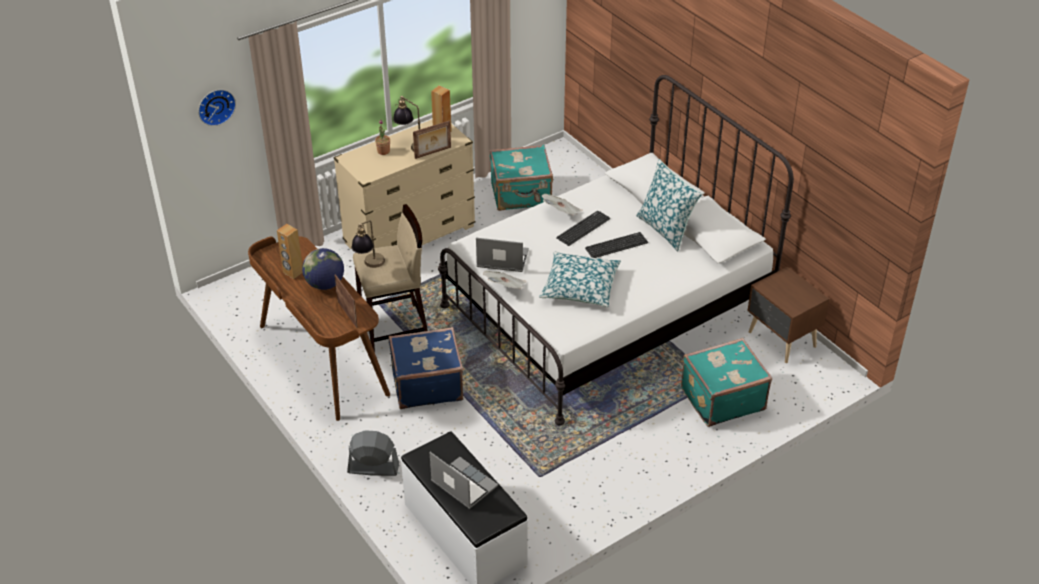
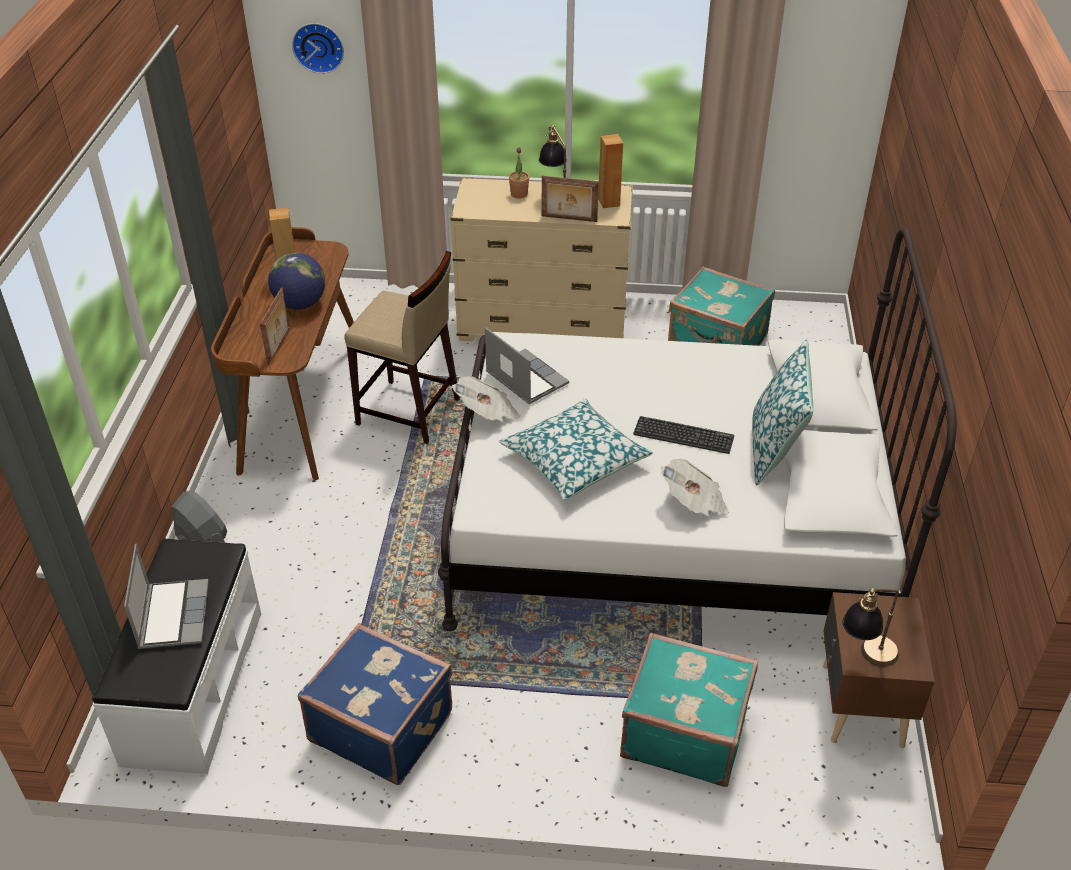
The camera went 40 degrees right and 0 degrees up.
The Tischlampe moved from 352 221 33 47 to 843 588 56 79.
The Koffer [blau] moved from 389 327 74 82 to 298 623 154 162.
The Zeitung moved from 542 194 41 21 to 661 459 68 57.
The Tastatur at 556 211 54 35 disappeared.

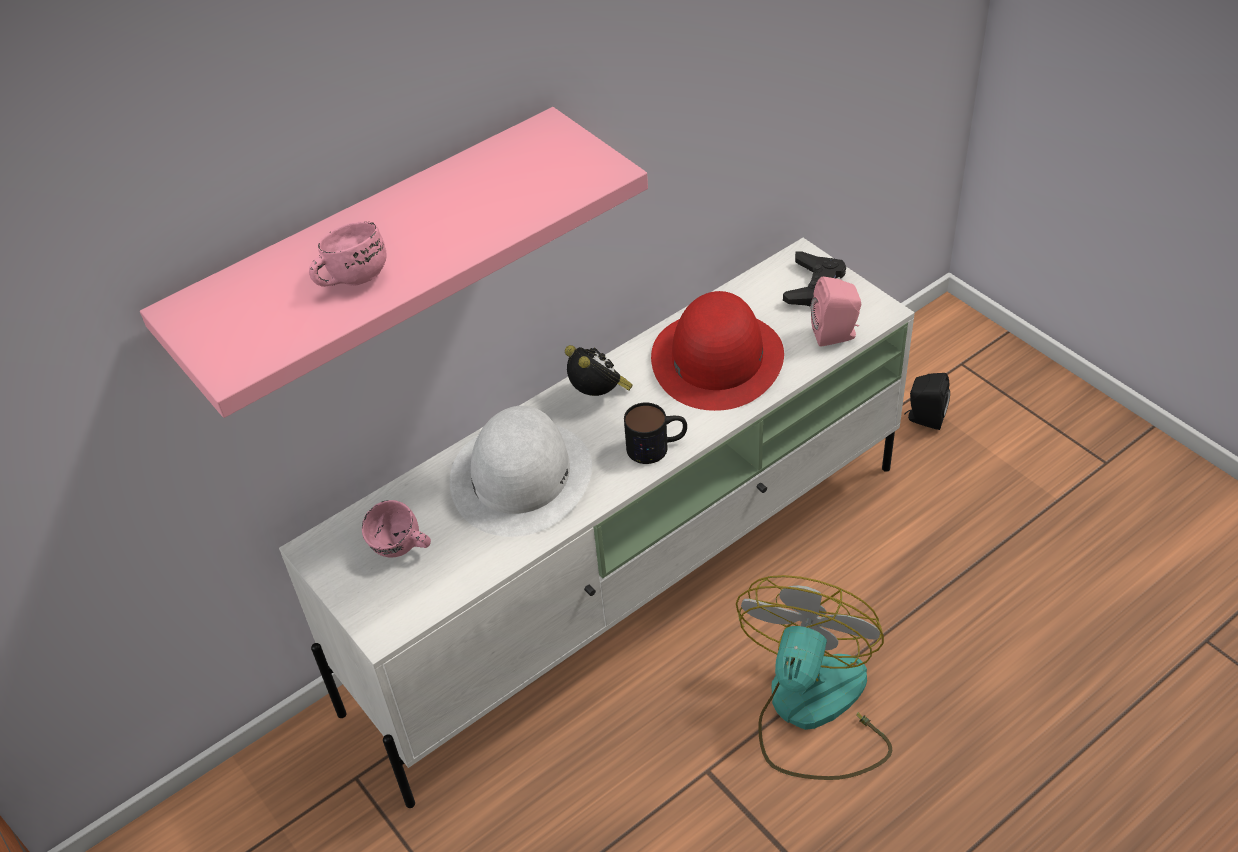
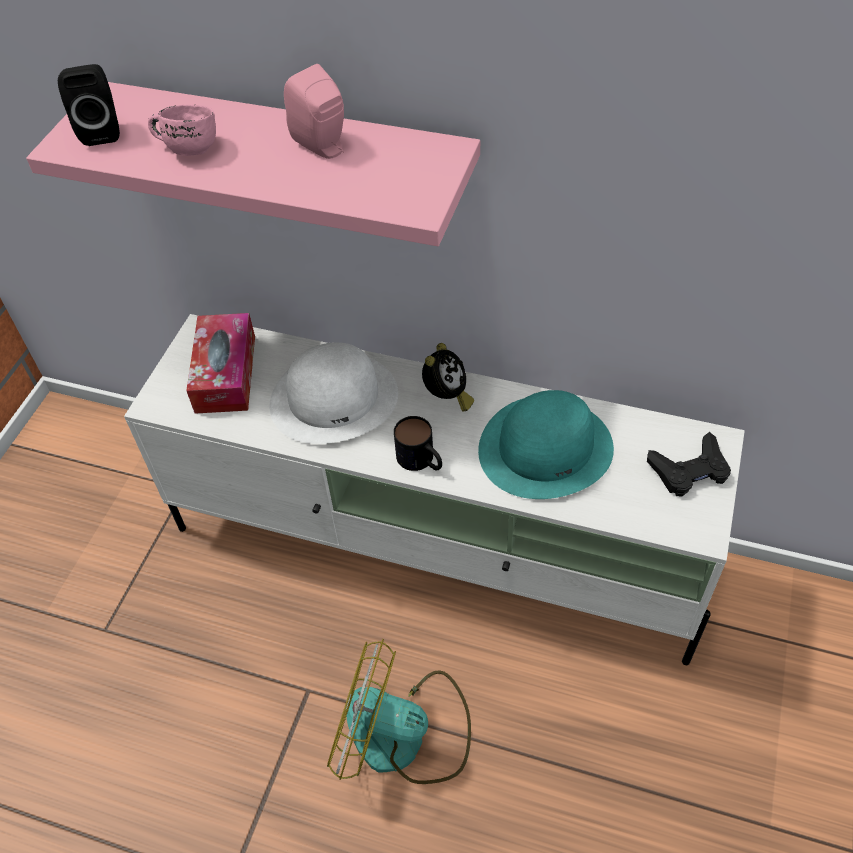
The camera went 55 degrees right and 5 degrees up.
The Henkelbecher [rosa] at 362 500 69 58 was replaced by the Taschentuchbox at 186 313 69 101.
The Hut [rot] at 651 291 133 120 became the Hut [türkis] at 478 390 136 109.
The Ventilator at 736 575 157 205 turned 150 degrees counterclockwise.
The Lautsprecher [rosa] moved from 811 277 51 69 to 284 64 60 95.
The Lautsprecher [schwarz] moved from 904 373 46 57 to 58 64 62 82.

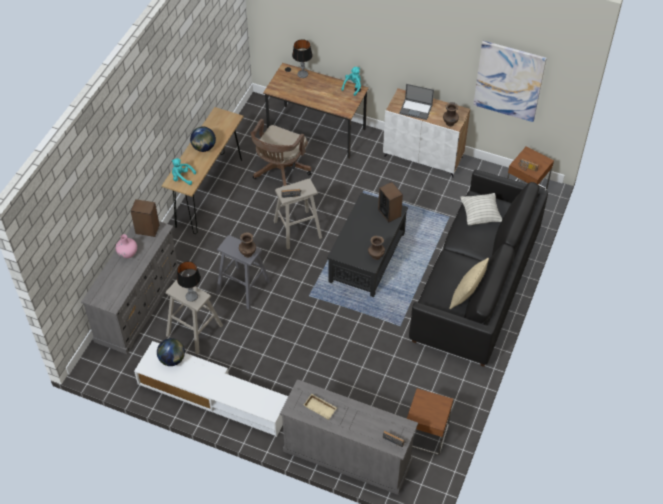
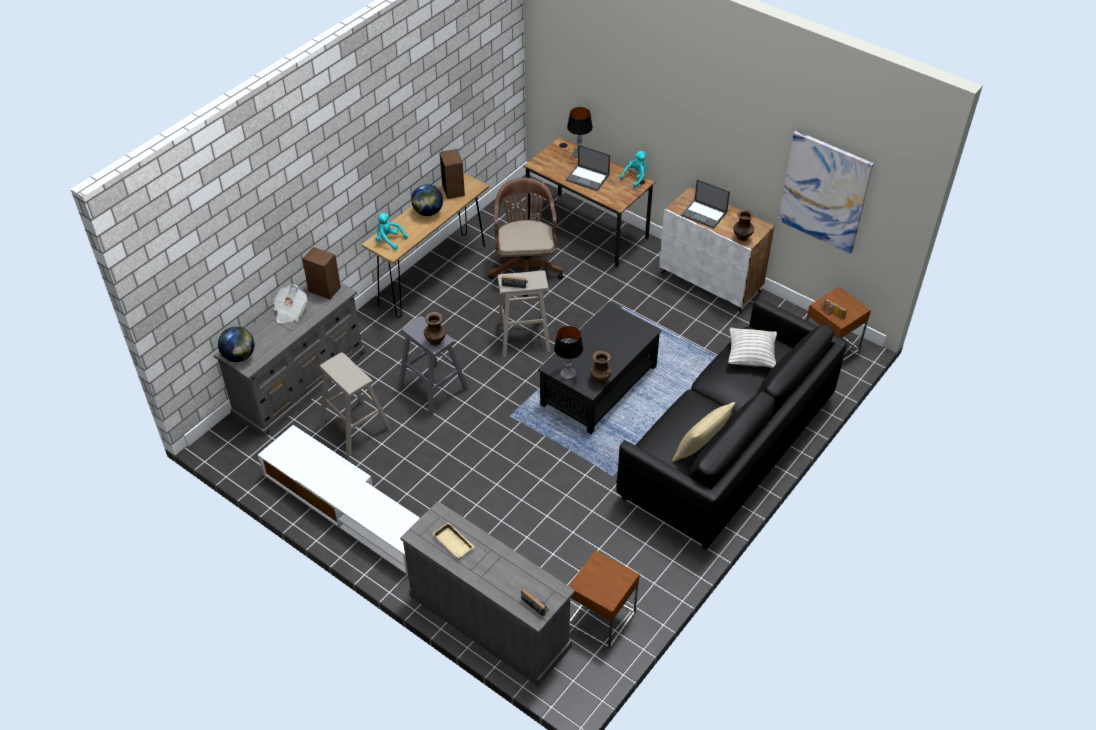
The camera went 15 degrees right and 5 degrees down.
The Vase [rosa] at 115 234 22 24 was replaced by the Zeitung at 274 284 33 39.
The Globus moved from 157 338 28 28 to 218 327 36 35.
The Tischlampe moved from 177 261 24 41 to 554 326 29 54.
The Bürostuhl [braun] at 251 119 60 67 turned 135 degrees clockwise.
The Lautsprecher moved from 378 182 25 41 to 439 149 26 50.
The Laptop at 566 145 44 46 appeared.

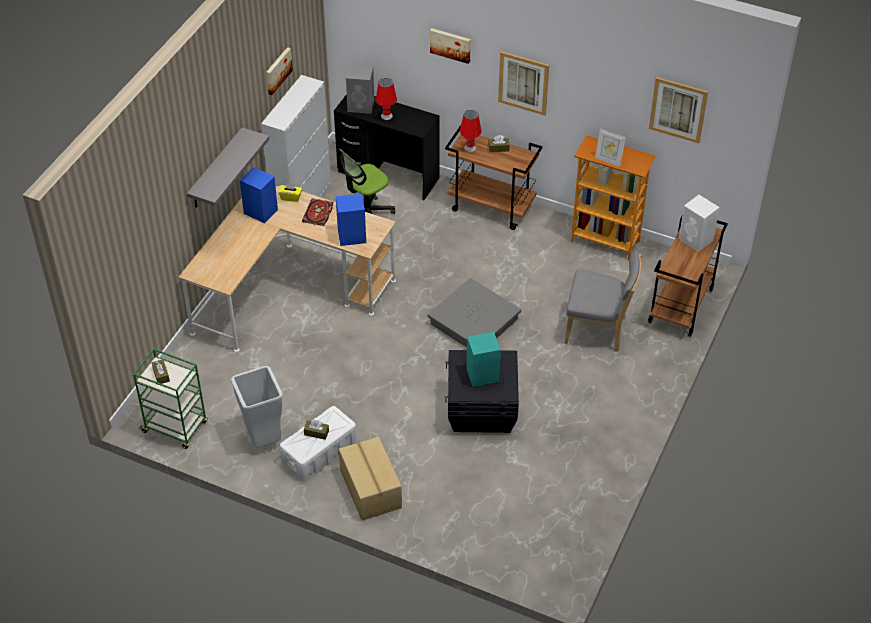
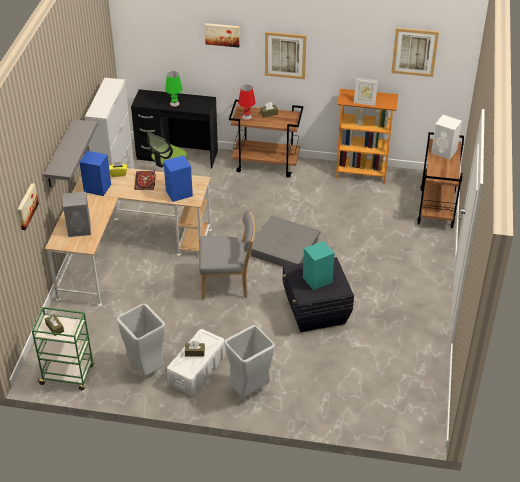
The camera went 15 degrees left and 5 degrees down.
The Bild moved from 266 47 27 48 to 17 183 22 47.
The Karton at 339 437 63 84 was replaced by the Mülleimer [grau] at 224 325 51 72.
The Lautsprecher [grau] moved from 346 65 28 49 to 63 192 28 45.
The Tischlampe [rot] at 376 78 21 42 became the Tischlampe [grün] at 165 71 18 36.
The Stuhl [grau] moved from 564 250 78 102 to 199 209 56 91.

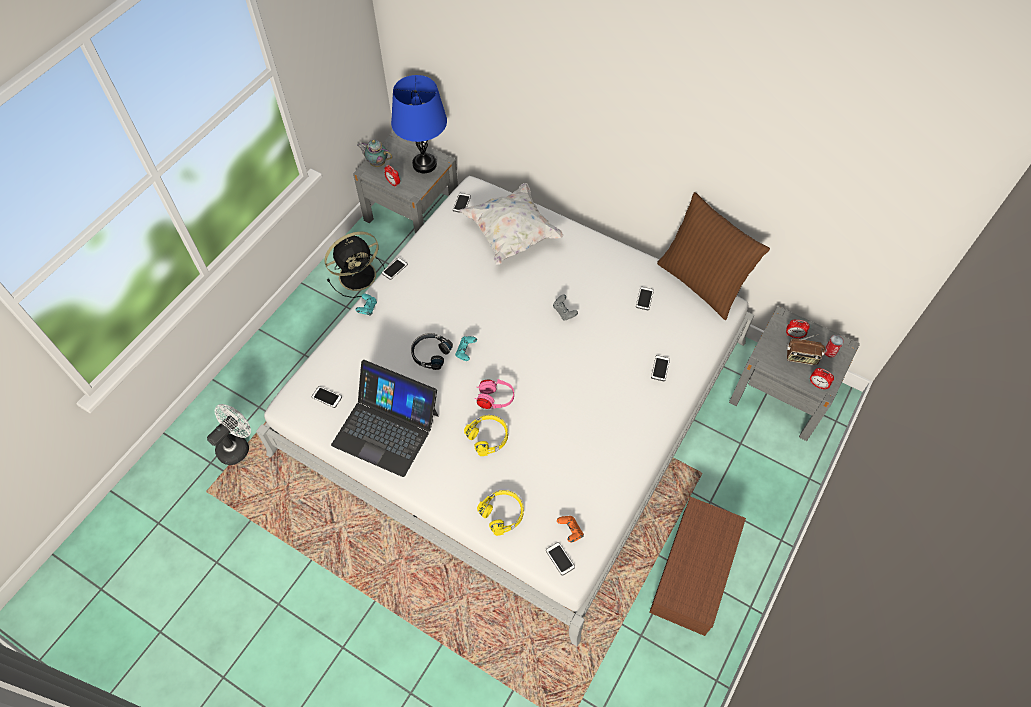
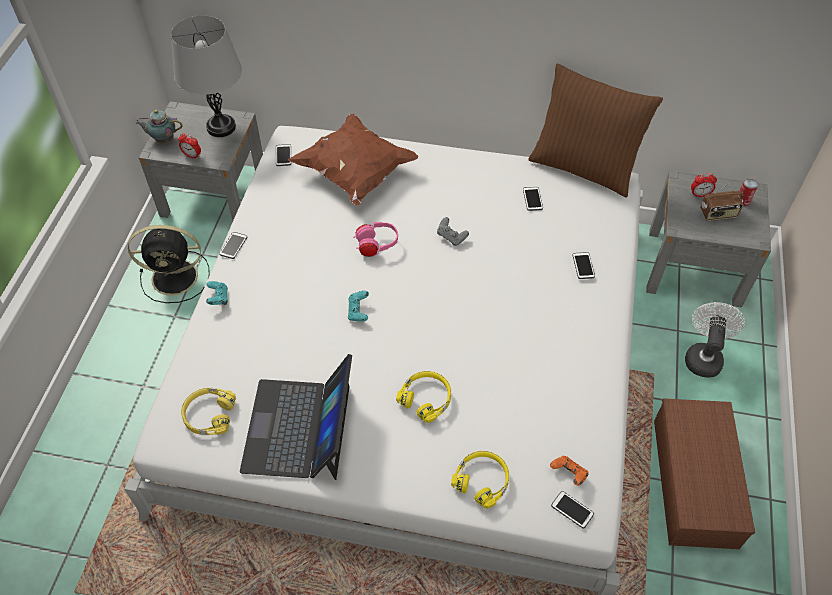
The camera went 20 degrees left and 5 degrees down.
The Ventilator [weiß] moved from 207 404 44 61 to 685 302 60 76.
The Handy at 311 386 31 22 was replaced by the Kopfhörer [gelb] at 181 388 55 47.
The Ventilator [schwarz] at 325 232 60 66 turned 45 degrees clockwise.
The Laptop at 331 360 107 117 turned 90 degrees clockwise.
The Tischlampe [blau] at 391 75 56 98 became the Tischlampe [grau] at 171 15 71 122.
The Kopfhörer [schwarz] at 411 333 42 37 disappeared.
The Kissen [weiß] at 459 183 104 82 became the Kissen [braun] at 288 113 130 93.
The Kopfhörer [rosa] moved from 475 379 39 30 to 353 222 45 35.
The Wecker at 810 368 24 22 disappeared.

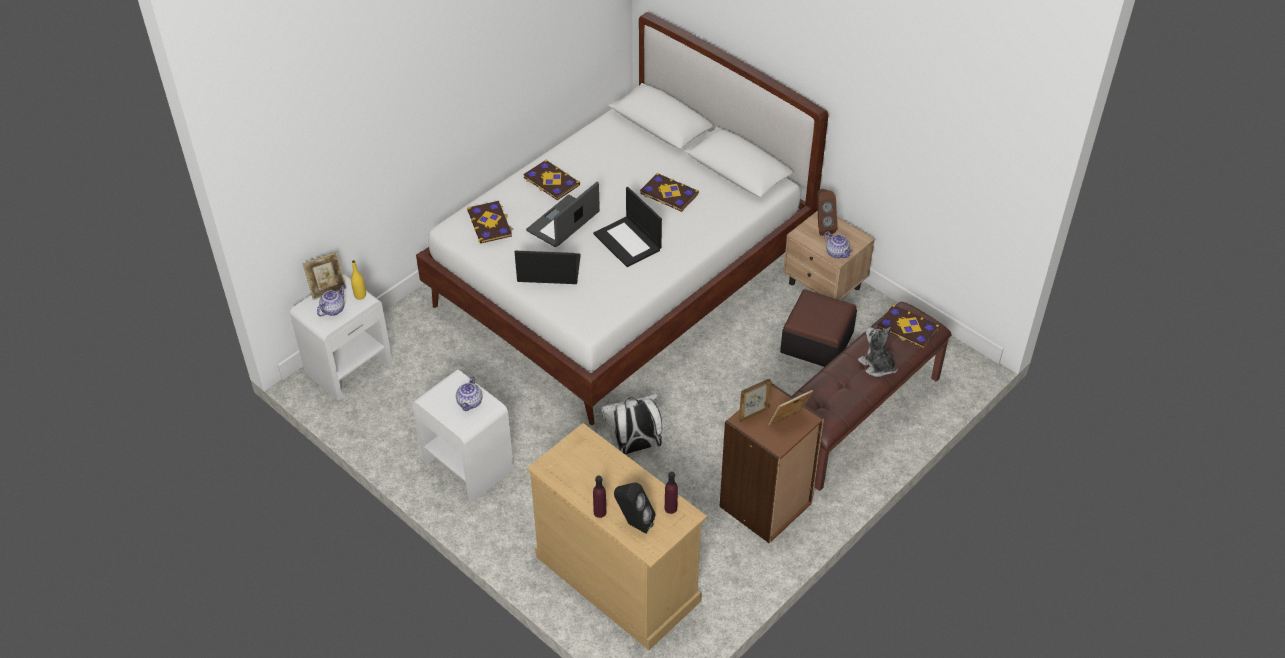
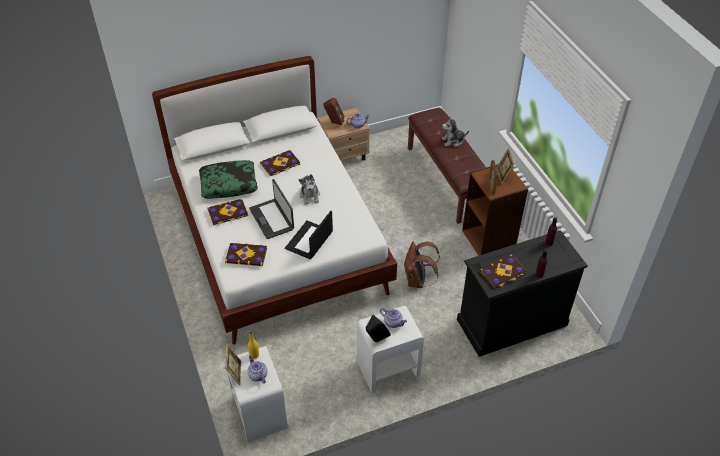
The camera went 65 degrees left and 0 degrees up.
The Kommode [beige] at 527 423 181 227 became the Kommode [schwarz] at 457 230 131 127.
The Laptop at 593 187 69 80 was replaced by the Plüschtier at 299 174 21 30.
The Rucksack [weiß] at 601 394 61 61 became the Rucksack [braun] at 404 241 36 47.
The Lautsprecher [schwarz] moved from 614 482 41 52 to 366 315 25 27.
The Polsterhocker at 780 289 77 78 disappeared.
The Buch moved from 877 304 63 45 to 480 255 47 33.
The Kissen at 199 160 59 39 appeared.

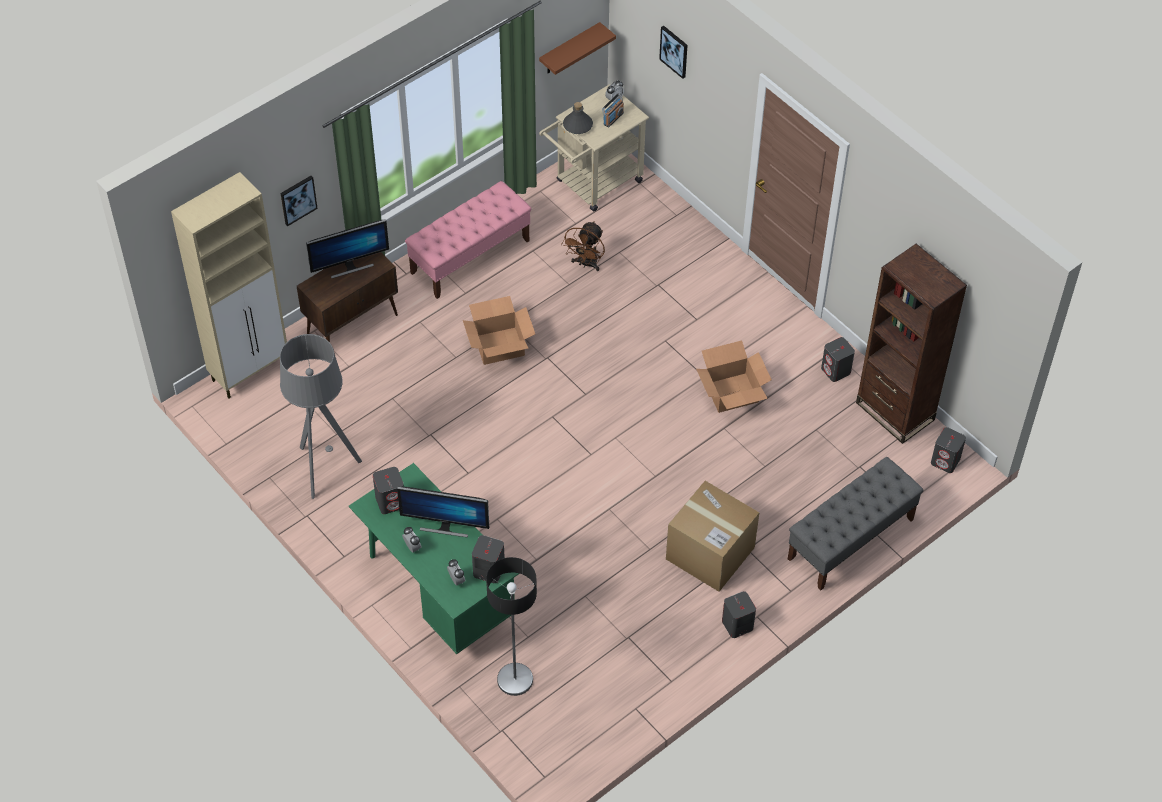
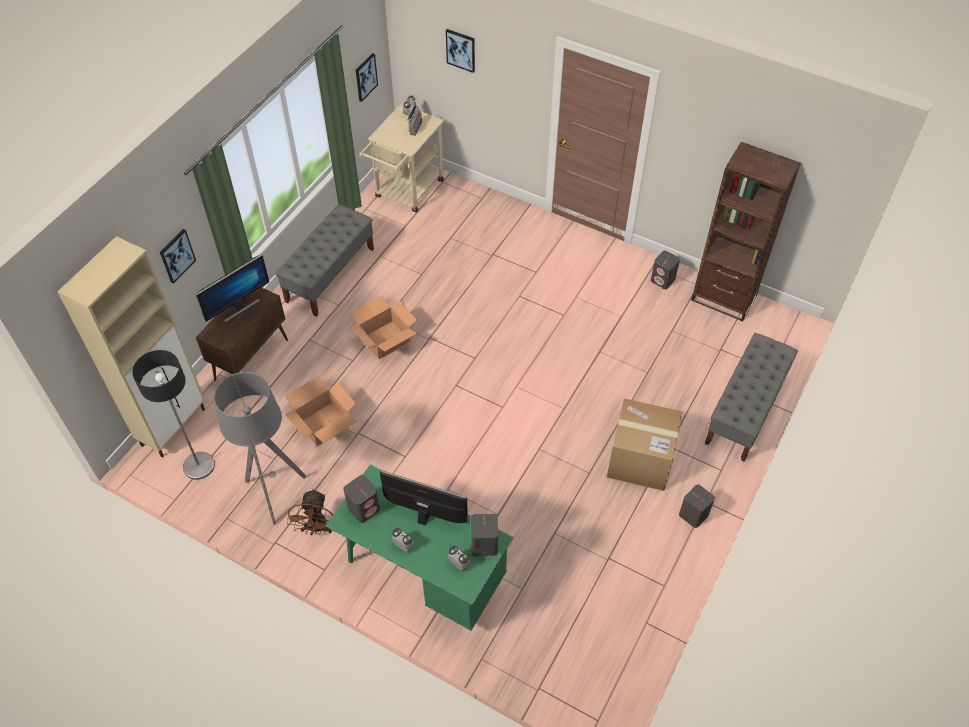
The camera went 20 degrees left and 0 degrees up.
The Monitor at 397 487 92 51 turned 150 degrees counterclockwise.
The Bank [rosa] at 405 181 126 118 became the Bank [grau] at 276 204 98 113.
The Stehlampe moved from 486 557 51 139 to 132 350 83 130.
The Wandregal [braun] at 539 22 77 53 was replaced by the Bild at 356 53 22 49.
The Ventilator [braun] moved from 561 221 44 50 to 287 489 46 46.
The Flasche [grau] at 563 102 30 32 disappeared.
The Karton moved from 696 340 76 73 to 285 376 72 70.
The Lautsprecher [grau] at 931 427 35 46 disappeared.

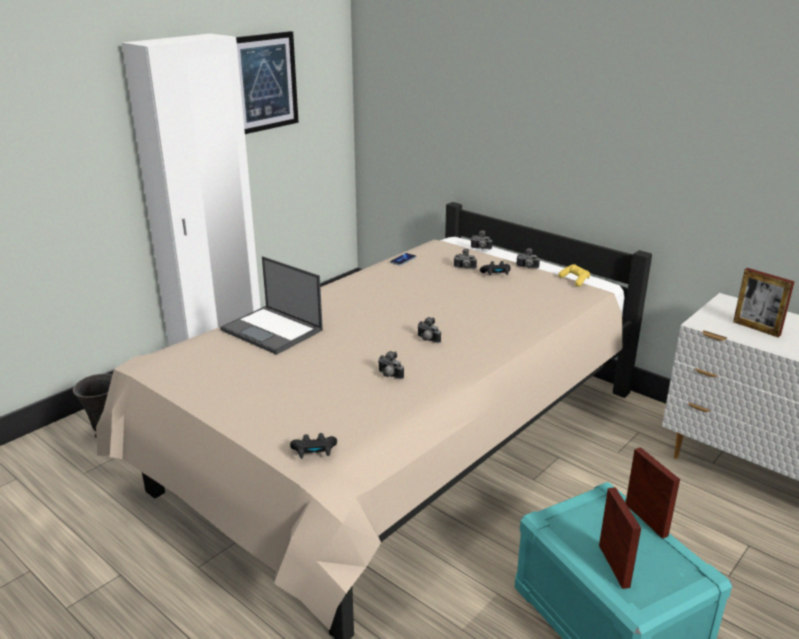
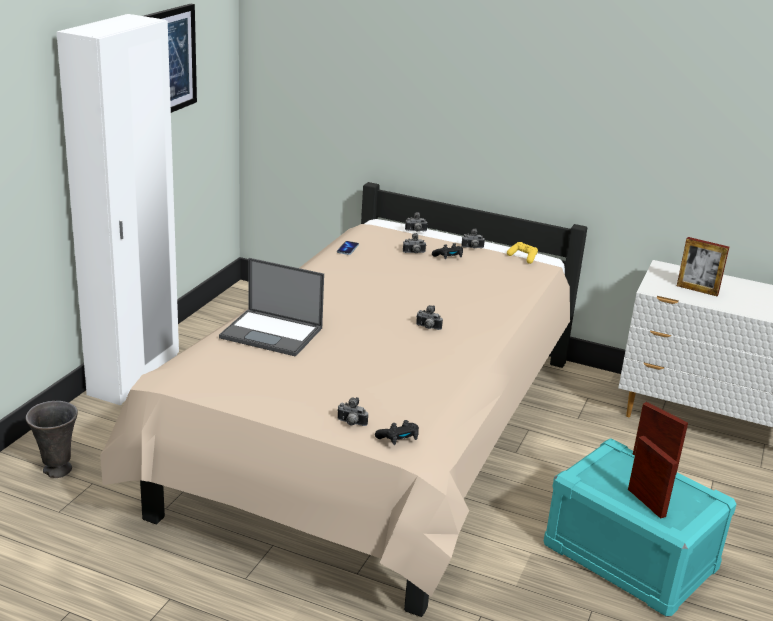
The camera went 20 degrees left and 0 degrees up.
The Kamera moved from 378 351 26 28 to 337 397 31 29.

